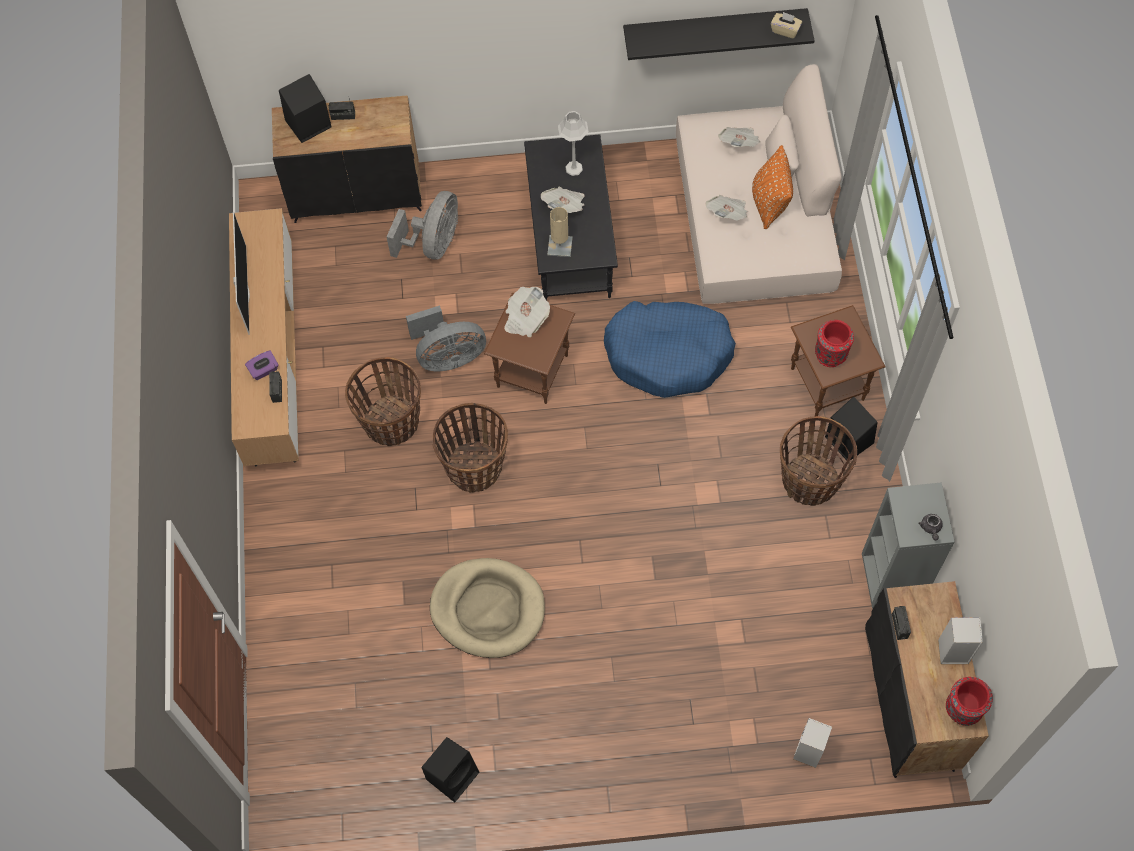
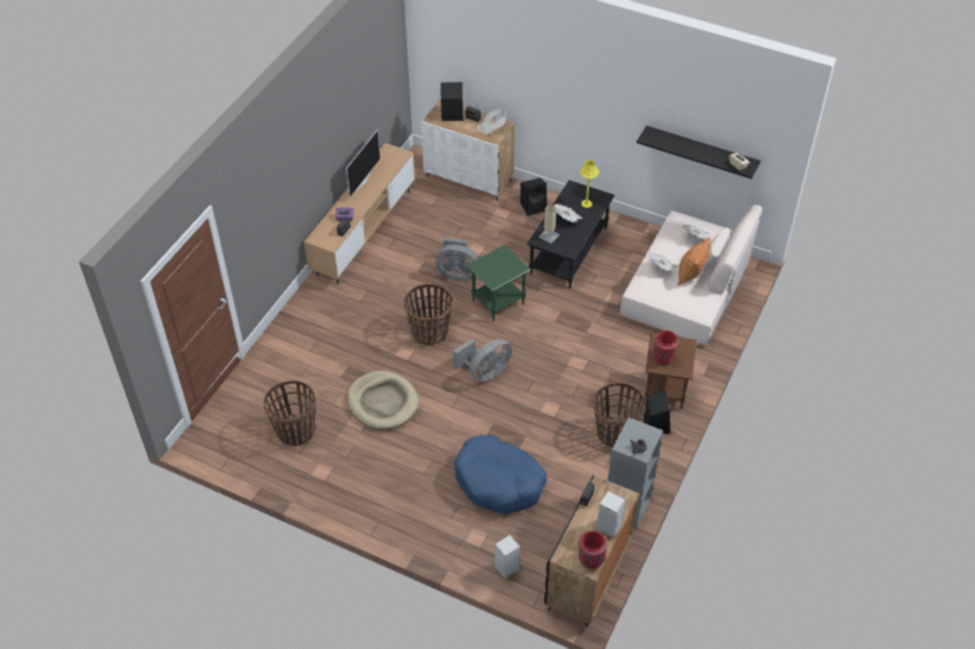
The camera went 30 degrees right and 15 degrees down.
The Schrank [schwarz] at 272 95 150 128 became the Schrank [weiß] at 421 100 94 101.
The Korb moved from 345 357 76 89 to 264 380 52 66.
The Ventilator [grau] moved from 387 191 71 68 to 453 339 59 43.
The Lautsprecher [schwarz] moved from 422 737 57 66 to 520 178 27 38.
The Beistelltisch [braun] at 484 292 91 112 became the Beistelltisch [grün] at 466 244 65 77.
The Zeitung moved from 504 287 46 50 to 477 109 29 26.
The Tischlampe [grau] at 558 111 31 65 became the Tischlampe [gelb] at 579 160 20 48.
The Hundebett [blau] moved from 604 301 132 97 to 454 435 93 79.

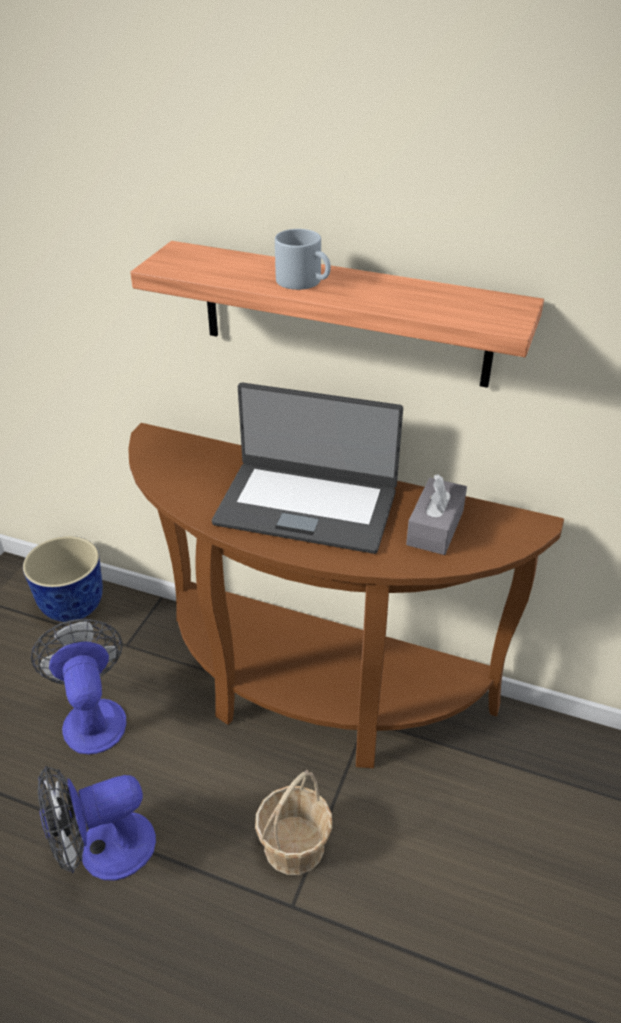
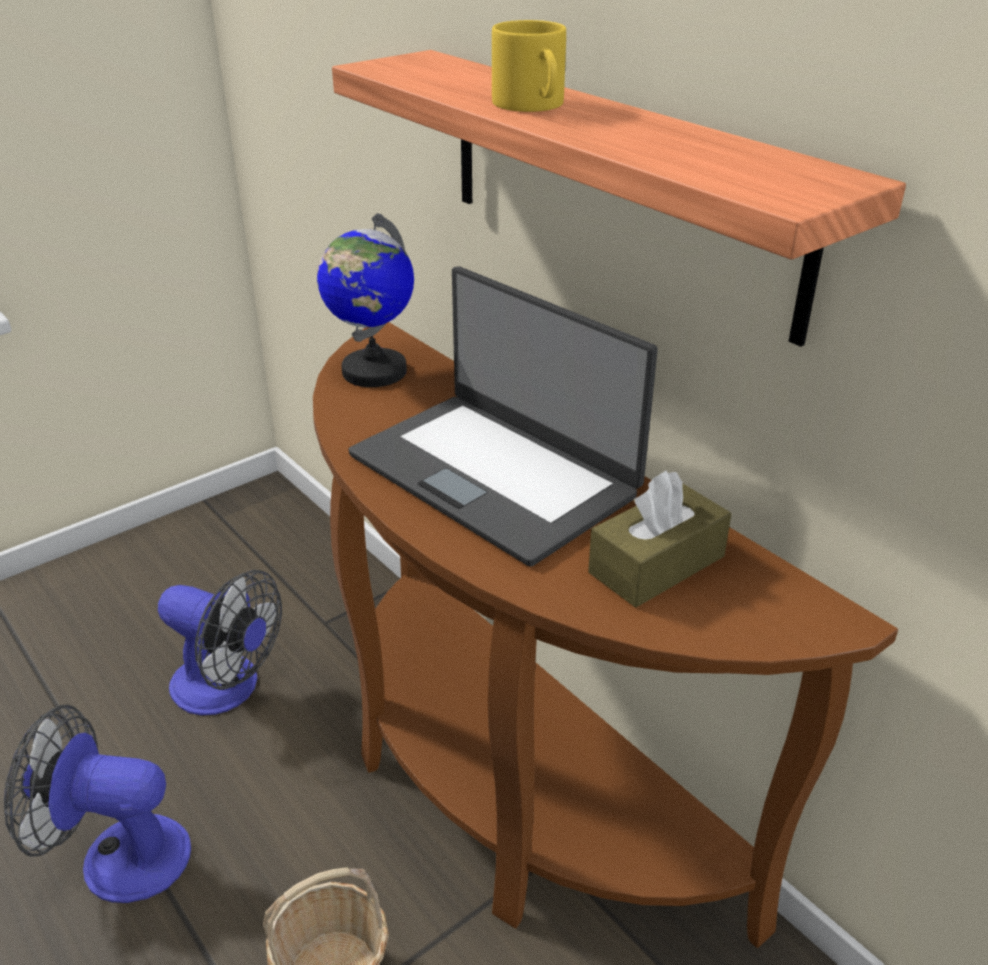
The camera went 30 degrees right and 5 degrees down.
The Pflanzkübel at 23 536 80 86 disappeared.
The Ventilator at 31 619 96 135 turned 105 degrees clockwise.
The Henkelbecher [grau] at 275 229 56 61 became the Henkelbecher [gelb] at 492 20 74 92.
The Taschentuchbox [grau] at 406 474 61 81 became the Taschentuchbox [braun] at 588 470 143 138.
The Globus at 317 213 97 174 appeared.

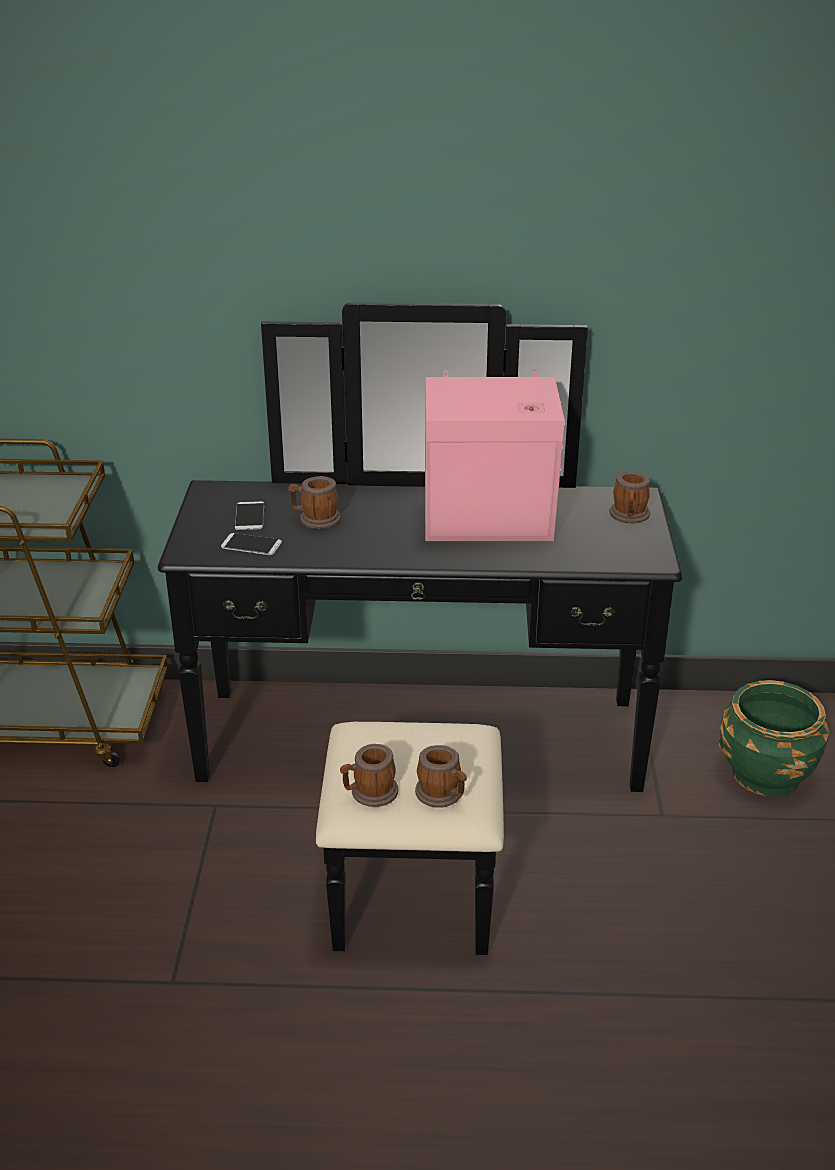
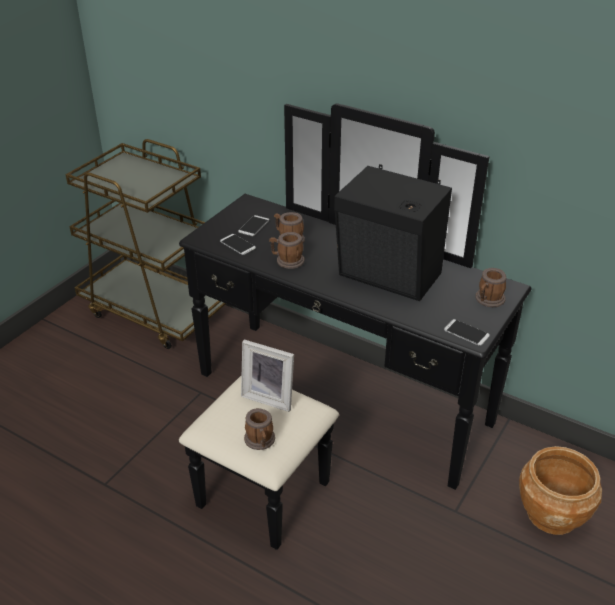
The camera went 30 degrees right and 5 degrees up.
The Henkelbecher moved from 340 744 58 63 to 269 232 36 37.
The Lautsprecher [rosa] at 425 371 140 170 became the Lautsprecher [schwarz] at 334 164 118 137.
The Pflanzkübel [grün] at 719 680 110 117 became the Pflanzkübel [braun] at 519 446 83 89.
The Bilderrahmen at 241 340 53 72 appeared.
The Handy at 444 319 46 27 appeared.

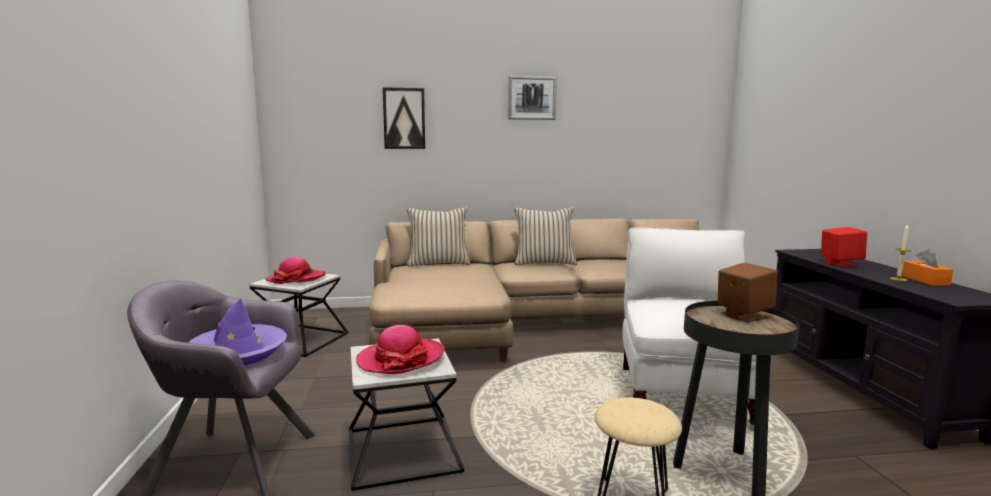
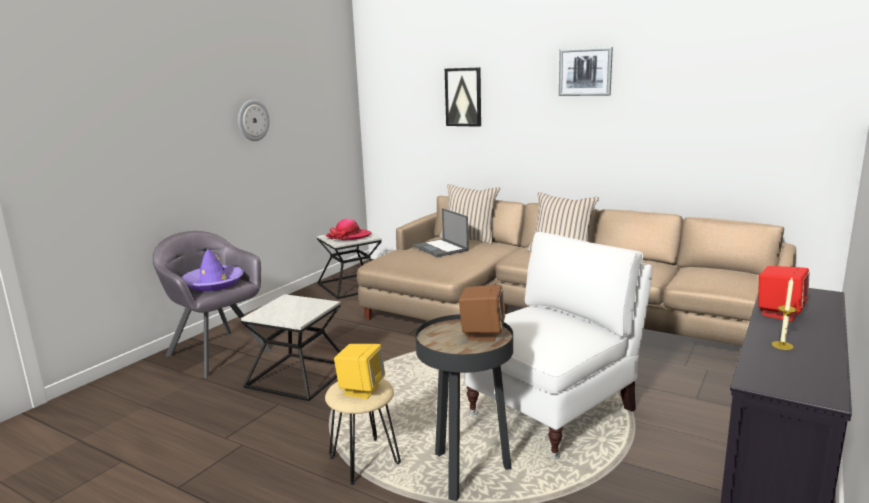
The camera went 40 degrees right and 5 degrees up.
The Hut at 356 325 89 49 disappeared.
The Taschentuchbox [orange] at 902 250 52 36 disappeared.
The Wanduhr at 238 100 32 41 appeared.
The Lautsprecher [gelb] at 334 344 51 55 appeared.
The Laptop at 413 208 56 49 appeared.

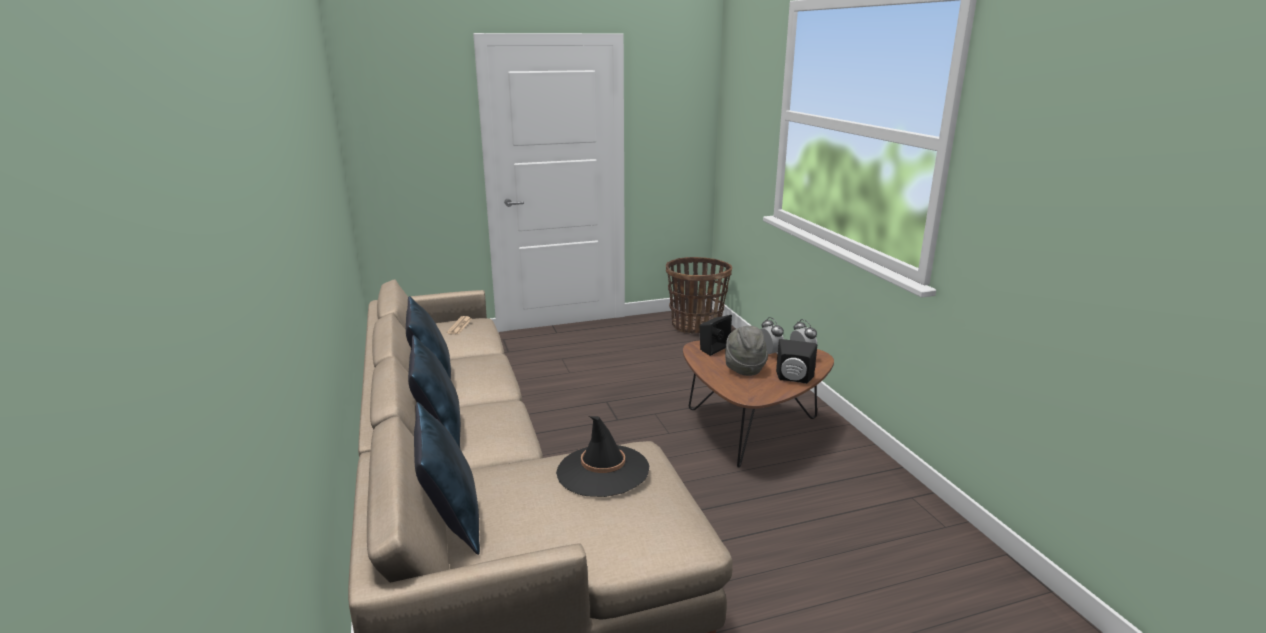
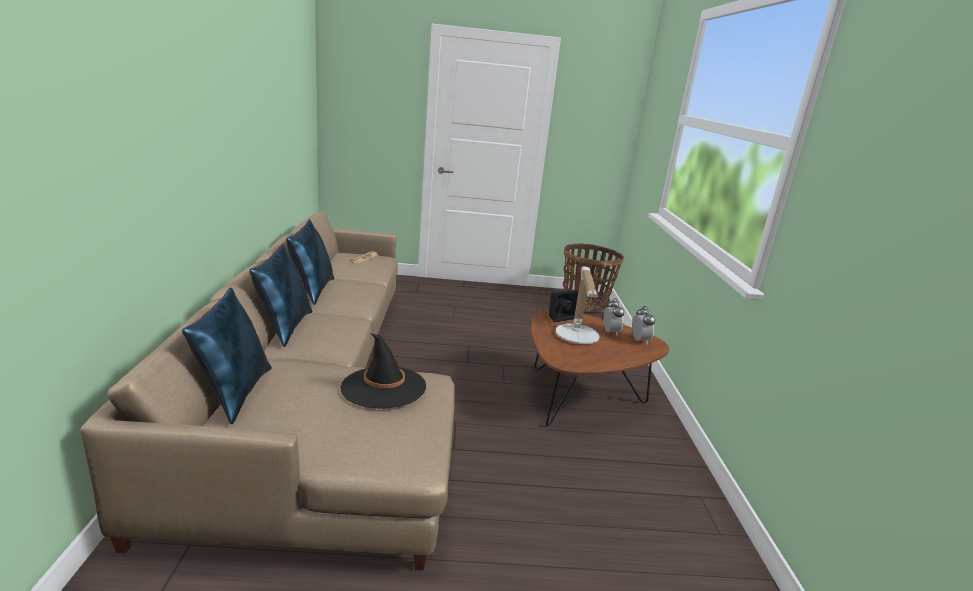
The camera went 15 degrees right and 0 degrees up.
The Hut [grau] at 725 326 43 50 was replaced by the Tischlampe at 556 267 43 77.
The Lautsprecher [schwarz] at 776 339 41 45 disappeared.

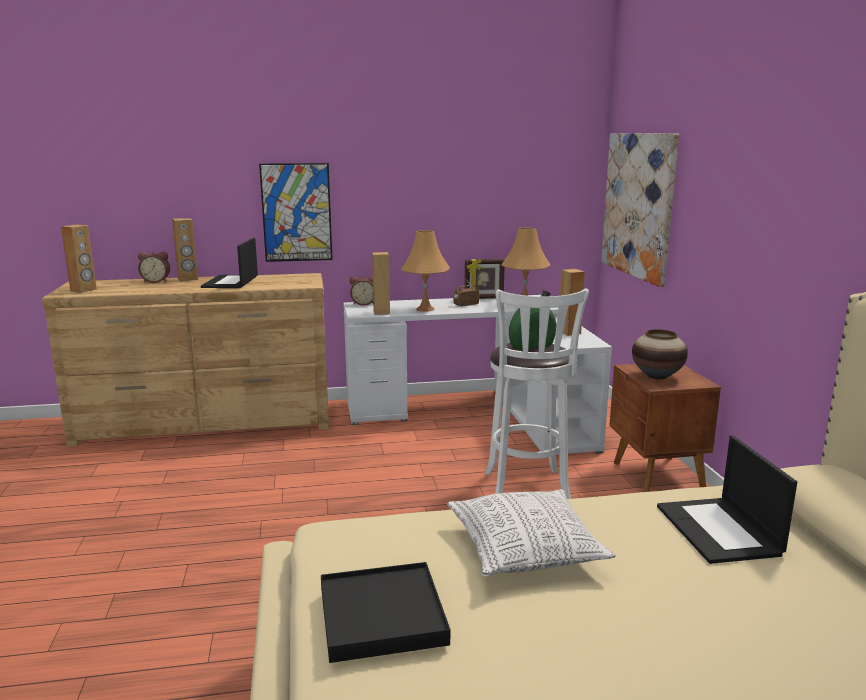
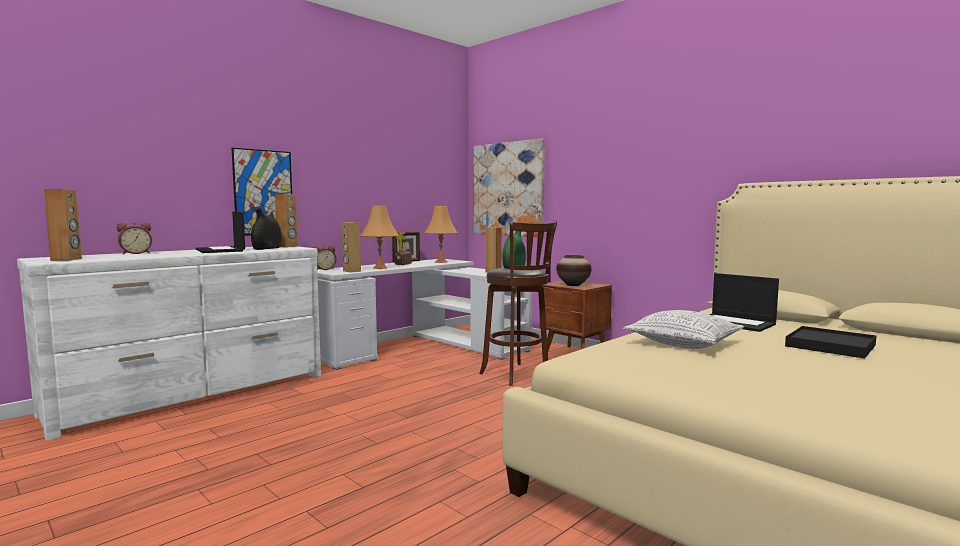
The camera went 35 degrees left and 10 degrees down.
The Kommode [braun] at 42 273 287 174 became the Kommode [weiß] at 17 247 304 193.
The Lautsprecher [braun] moved from 172 218 26 63 to 275 194 23 53.
The Tablett [schwarz] moved from 321 562 129 101 to 785 326 91 33.
The Hocker [weiß] at 485 288 104 211 became the Hocker [braun] at 479 221 78 165.
The Vase [schwarz] at 251 207 31 43 appeared.

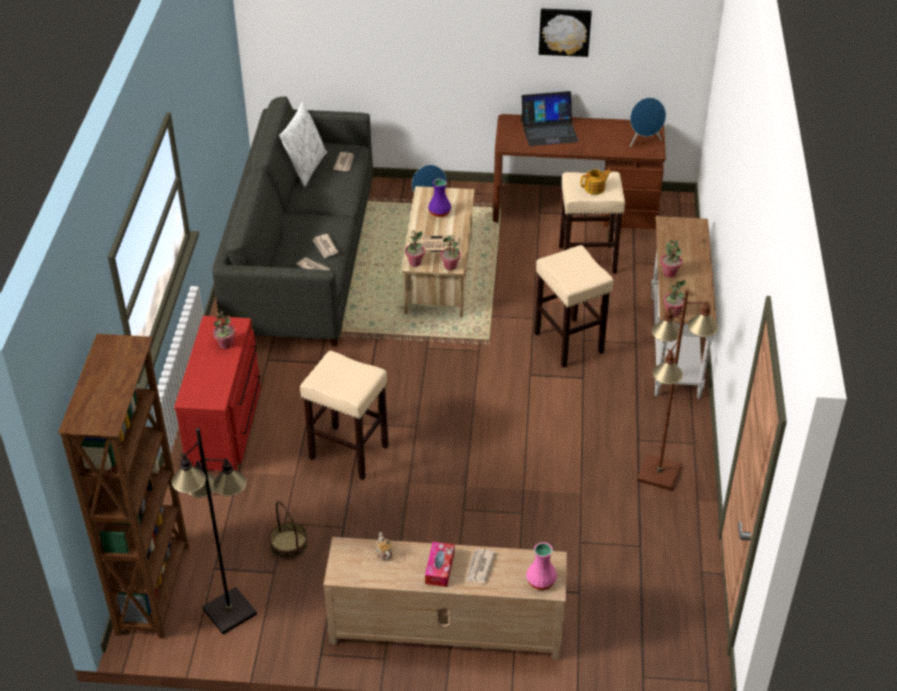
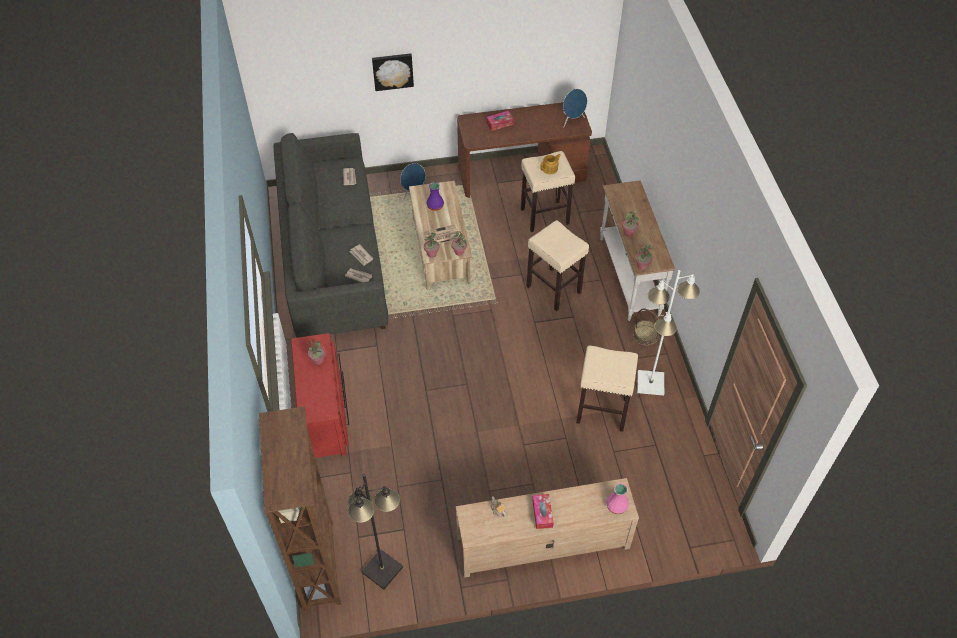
The camera went 15 degrees left and 10 degrees up.
The Korb moved from 269 501 39 59 to 633 309 26 37.
The Kissen [weiß] at 279 101 48 86 disappeared.
The Hocker [beige] moved from 300 351 88 129 to 576 345 62 87.
The Zeitung at 466 548 30 35 disappeared.
The Laptop at 521 91 58 55 was replaced by the Taschentuchbox at 487 111 27 20.
The Bild moved from 539 9 53 48 to 372 53 42 38.
The Stehlampe [braun] at 637 289 81 202 became the Stehlampe [weiß] at 637 270 63 126.

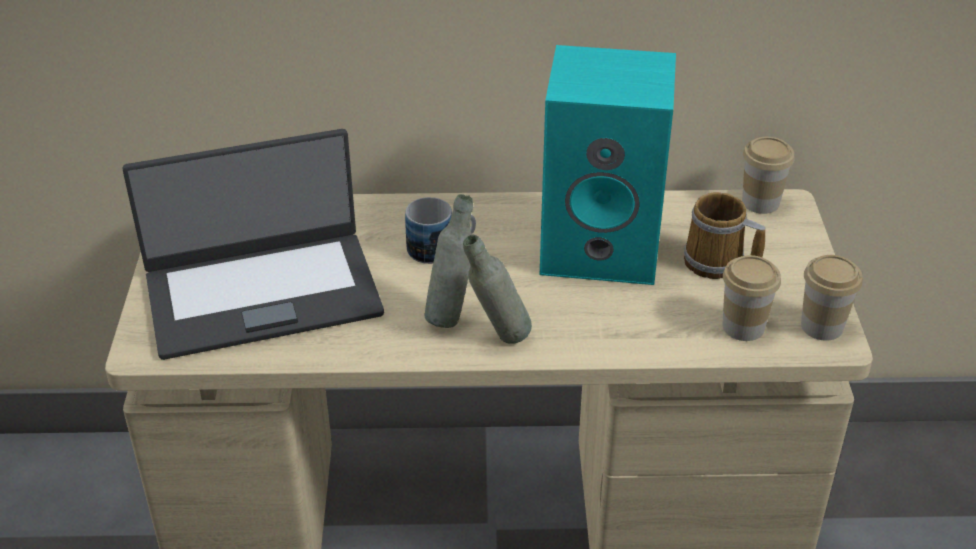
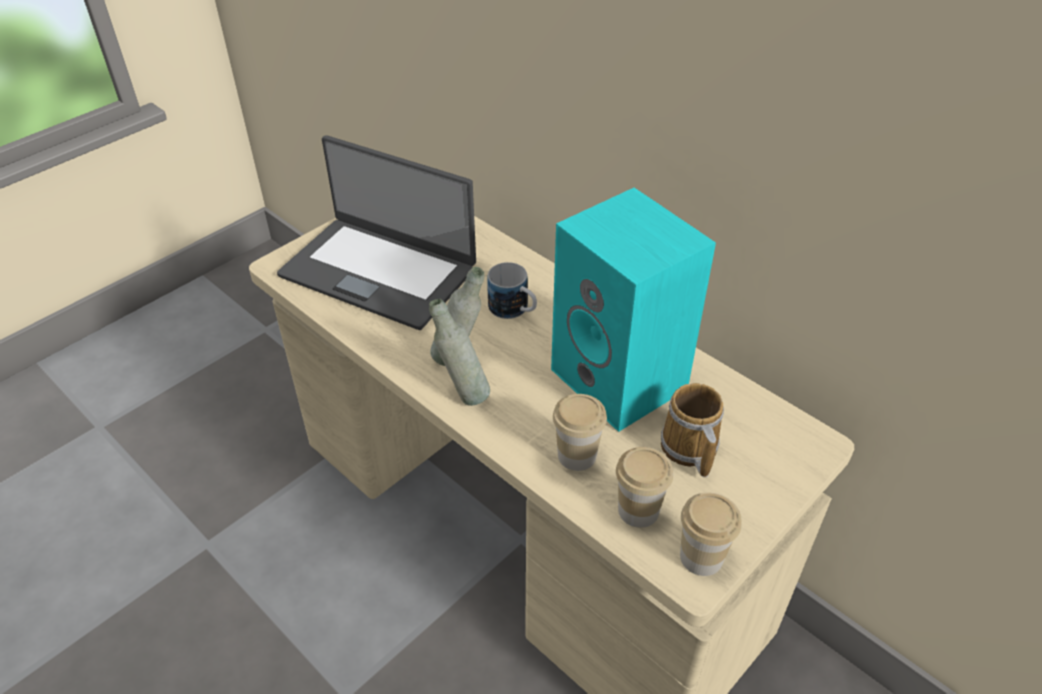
The camera went 45 degrees right and 5 degrees up.
The Tasse moved from 742 137 53 77 to 553 394 54 77.

